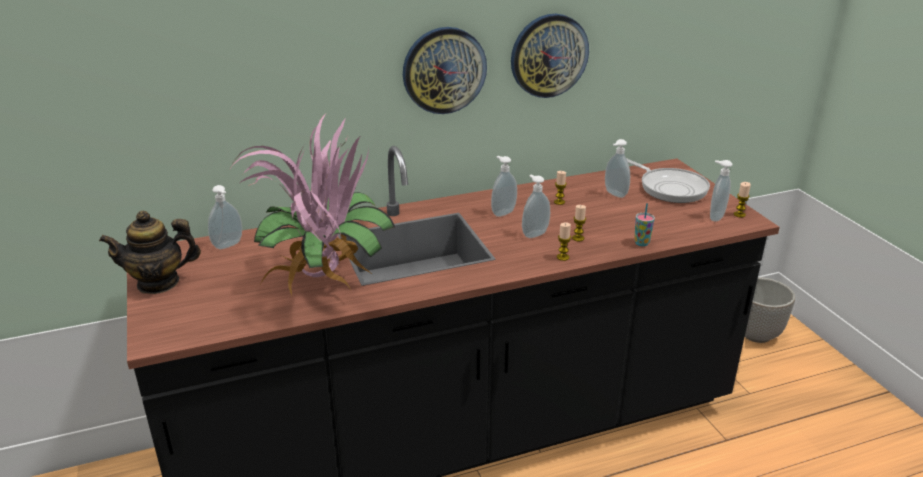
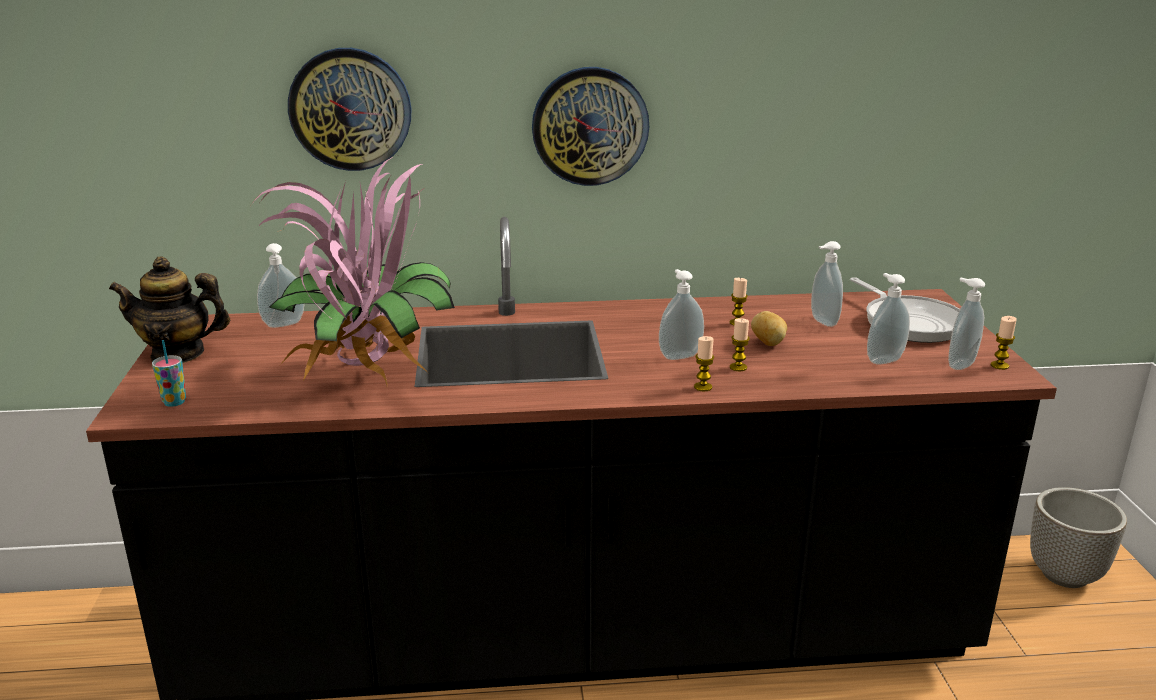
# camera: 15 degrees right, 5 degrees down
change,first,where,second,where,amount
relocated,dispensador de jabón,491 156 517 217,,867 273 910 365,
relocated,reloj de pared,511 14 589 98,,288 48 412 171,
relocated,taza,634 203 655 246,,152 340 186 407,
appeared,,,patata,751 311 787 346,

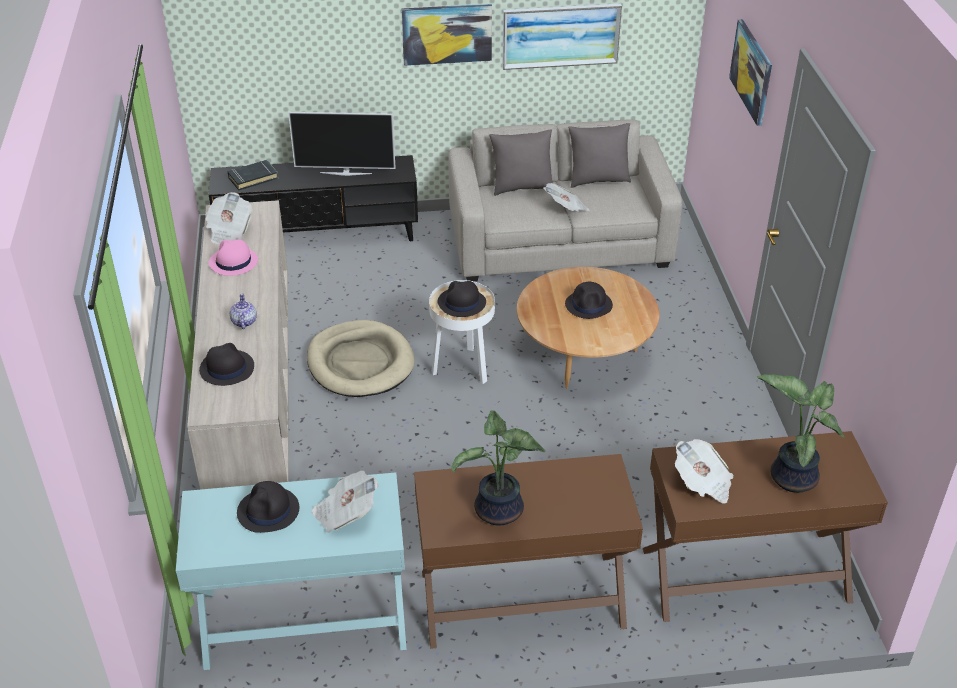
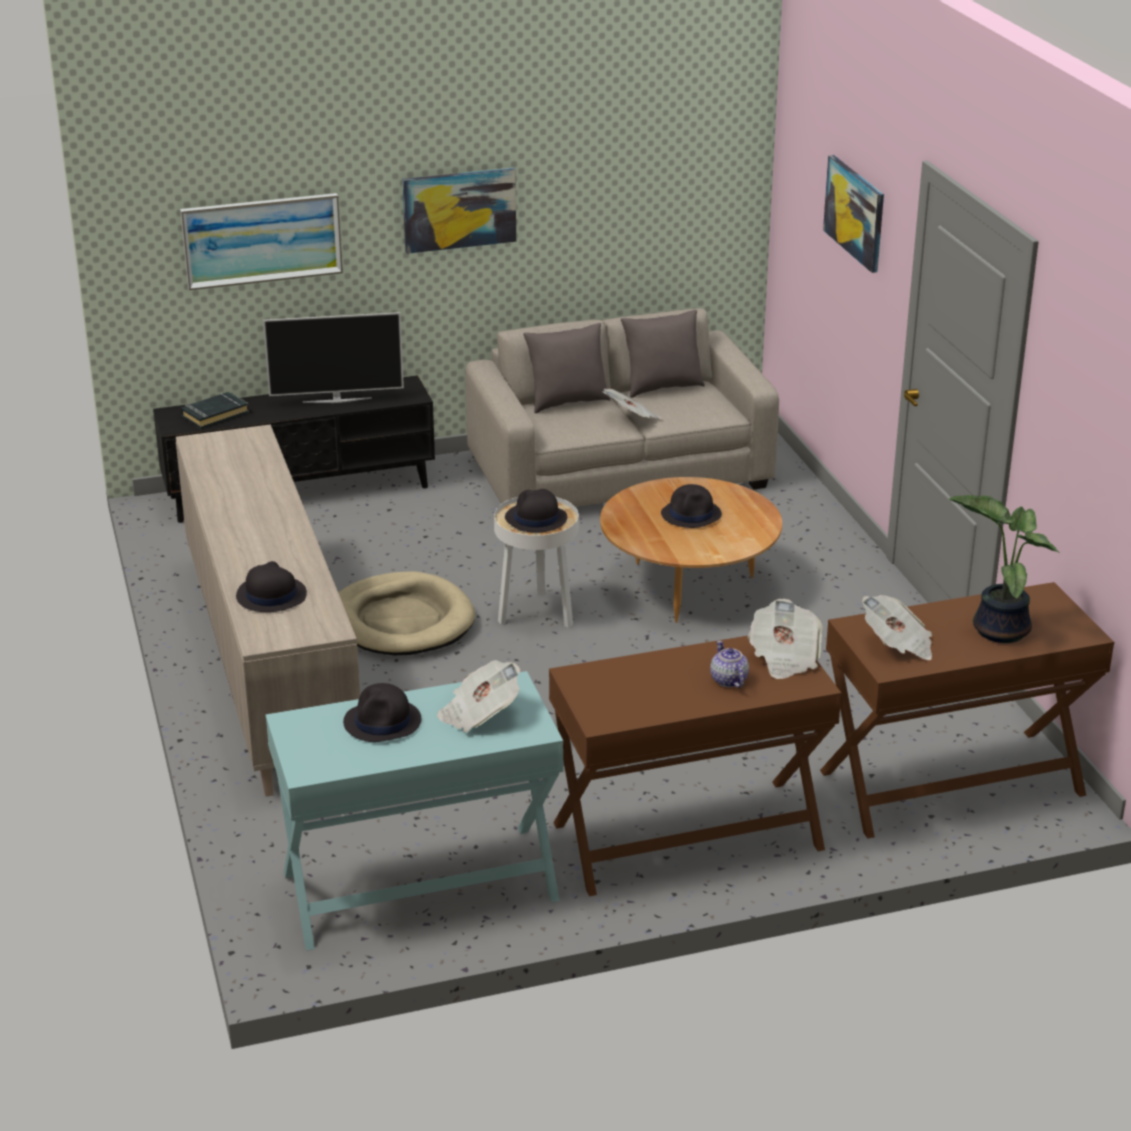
# camera: 10 degrees left, 10 degrees down
change,first,where,second,where,amount
relocated,periódico,205 192 253 244,,748 599 823 679,
missing,sombrero/rosa,209 240 258 276,,,
relocated,tetera,230 294 257 329,,710 641 749 688,
missing,planta en maceta,451 410 545 526,,,
relocated,cuadro,502 4 622 70,,180 193 343 290,

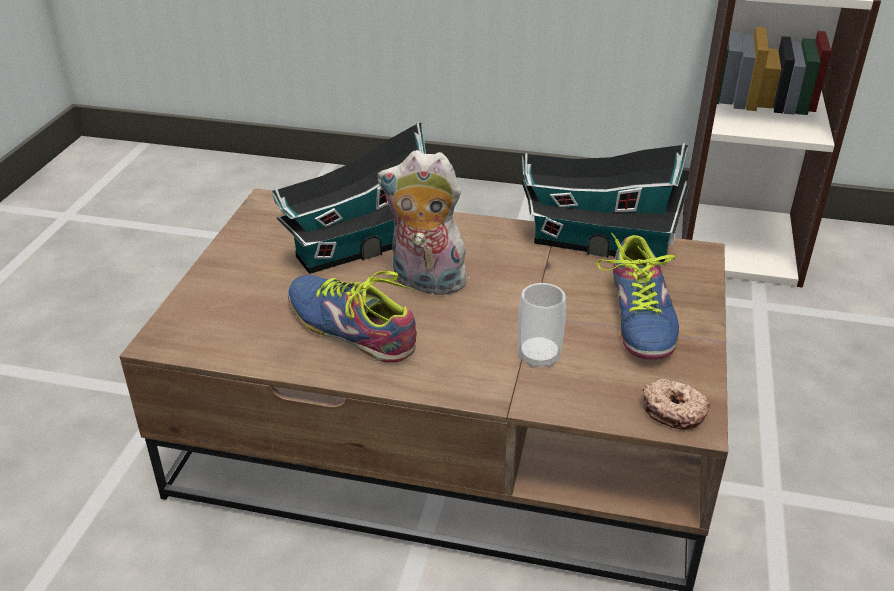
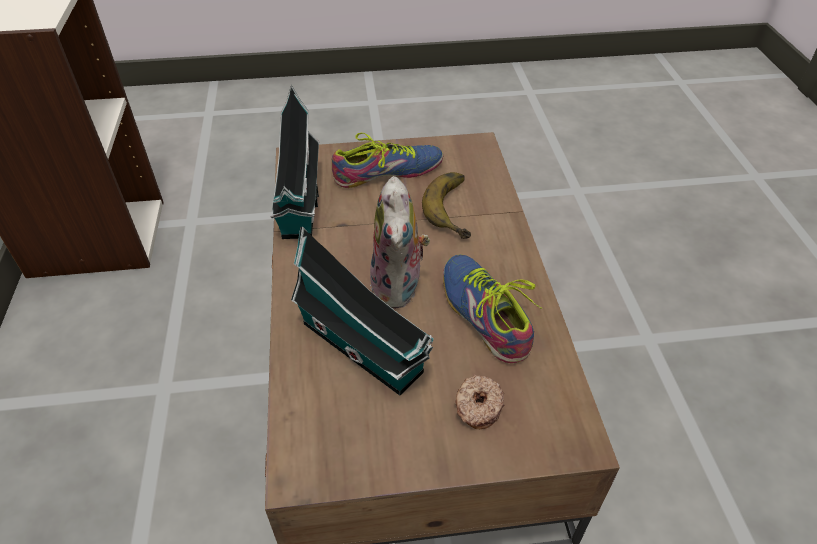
# camera: 110 degrees left, 10 degrees up
change,first,where,second,where,amount
spun,zapato,288 271 417 362,,443 254 543 363,135 degrees clockwise
exchanged,taza,518 283 566 368,plátano,422 172 471 239,
relocated,rosquilla,643 379 711 430,,455 374 504 429,

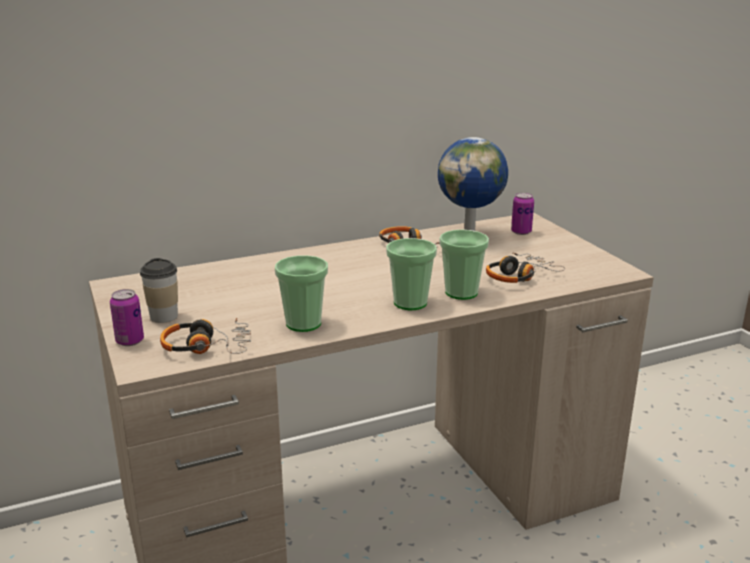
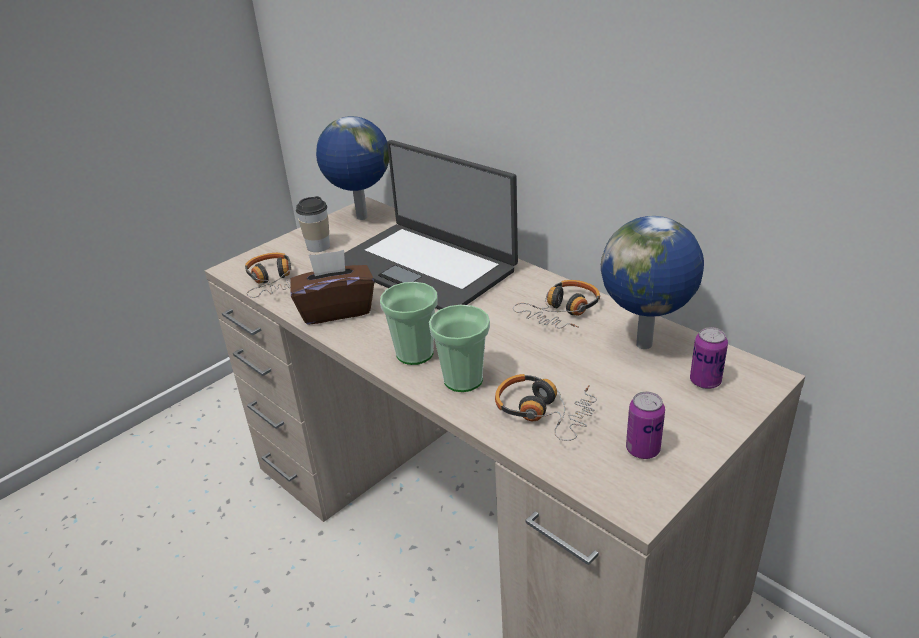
# camera: 70 degrees right, 10 degrees up
change,first,where,second,where,amount
relocated,lata,110 289 144 346,,626 392 665 459,
exchanged,taza,275 255 328 332,caja de pañuelos/marrón,290 250 374 325,
appeared,,,globo terráqueo,316 116 389 220,
appeared,,,portátil,344 140 518 310,

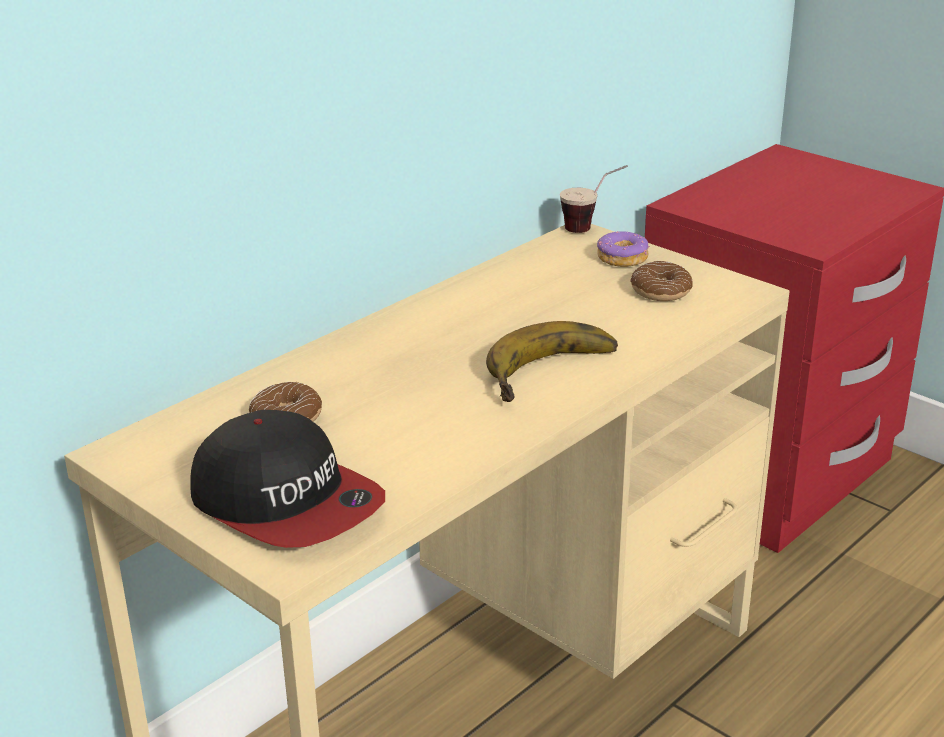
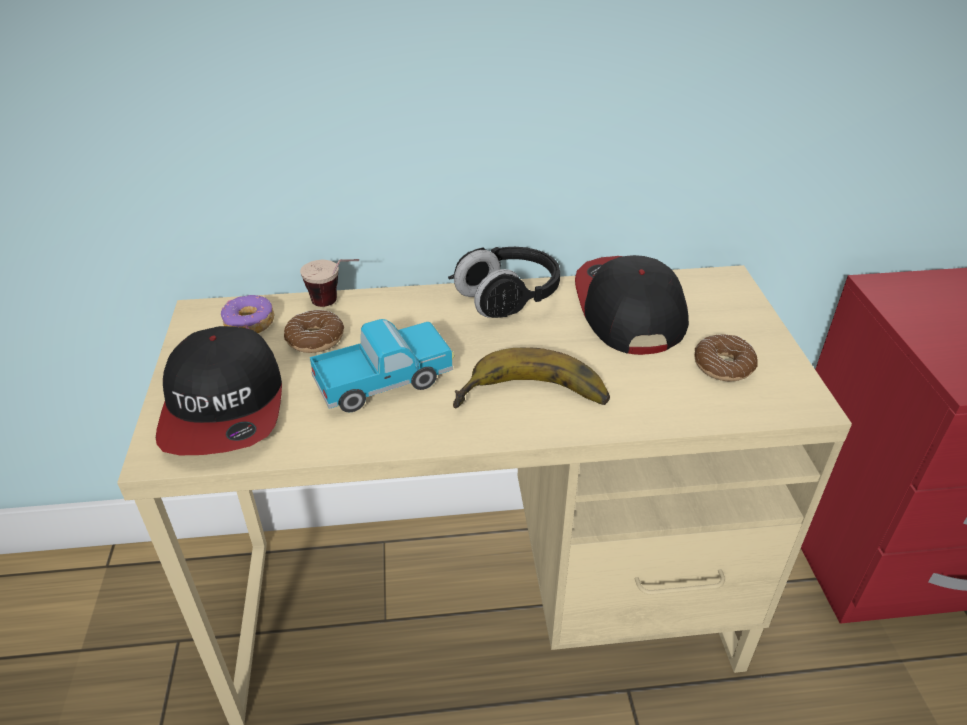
# camera: 40 degrees right, 10 degrees up
change,first,where,second,where,amount
relocated,taza,560 165 628 233,,300 259 359 307,
relocated,rosquilla,597 231 649 267,,220 295 274 333,
appeared,,,camión de juguete,310 319 454 412,
appeared,,,auriculares/negro,448 247 560 318,
appeared,,,gorra,575 255 689 355,

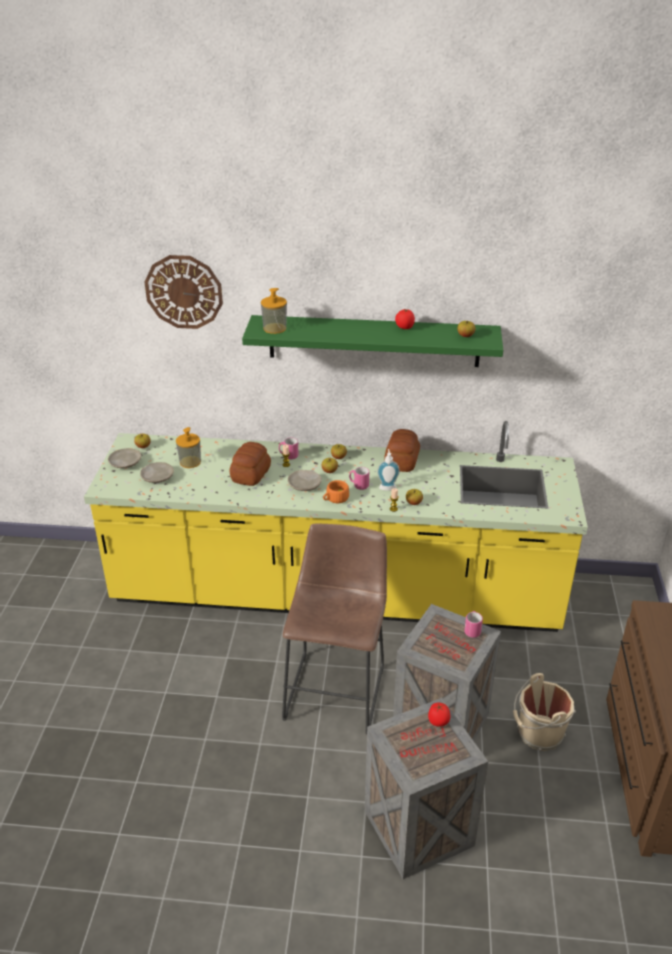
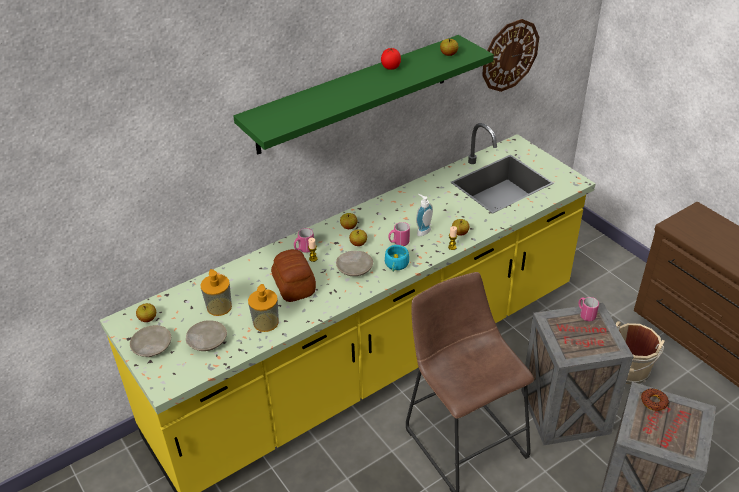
# camera: 40 degrees left, 5 degrees up
change,first,where,second,where,amount
relocated,reloj de pared,144 255 223 329,,482 19 539 92,
relocated,dispensador de jabón,261 288 287 334,,248 284 279 332,
colour,taza/naranja,323 480 349 503,taza/turquesa,385 245 409 272,
missing,pan,384 429 420 472,,,
exchanged,tomate,428 703 450 727,rosquilla,641 389 669 411,

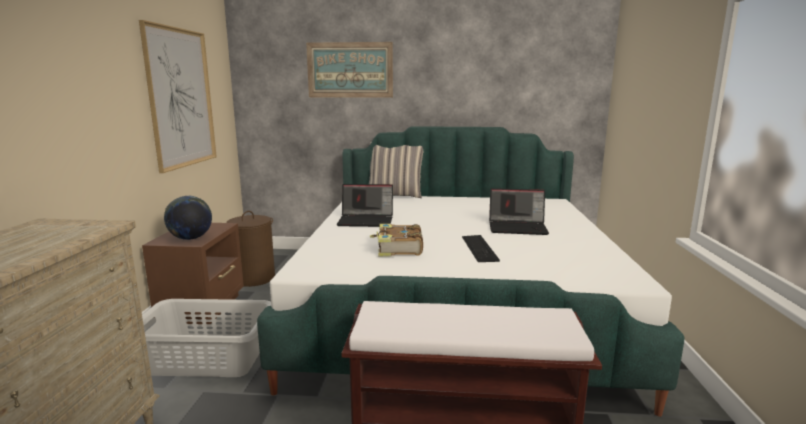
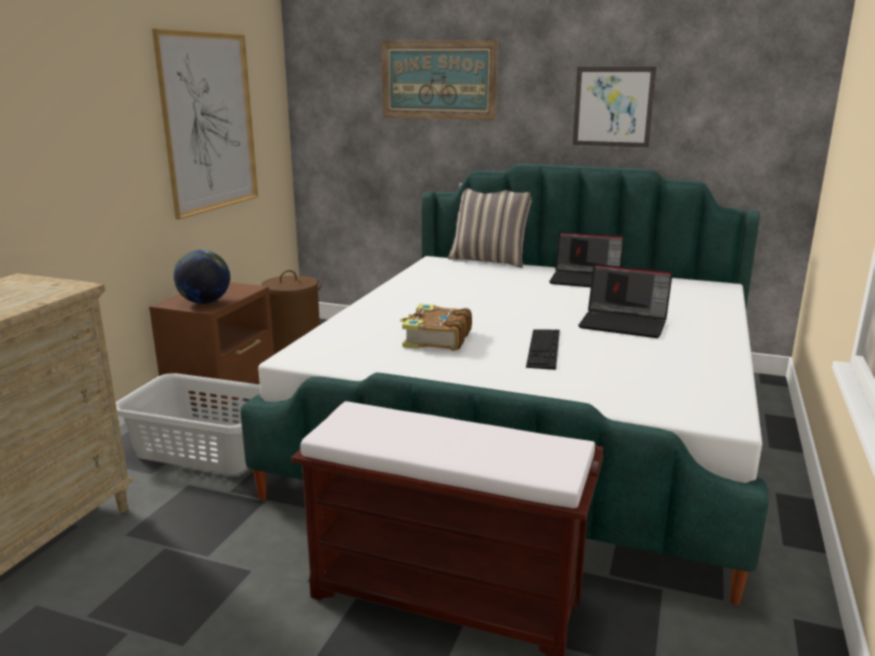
# camera: 15 degrees right, 5 degrees up
change,first,where,second,where,amount
relocated,portátil,336 184 393 227,,549 232 624 287,
appeared,,,cuadro,573 67 656 147,

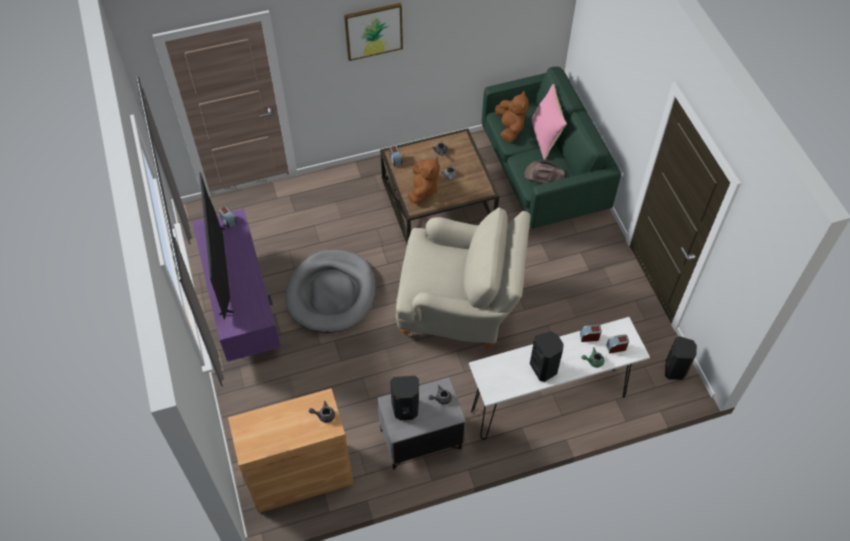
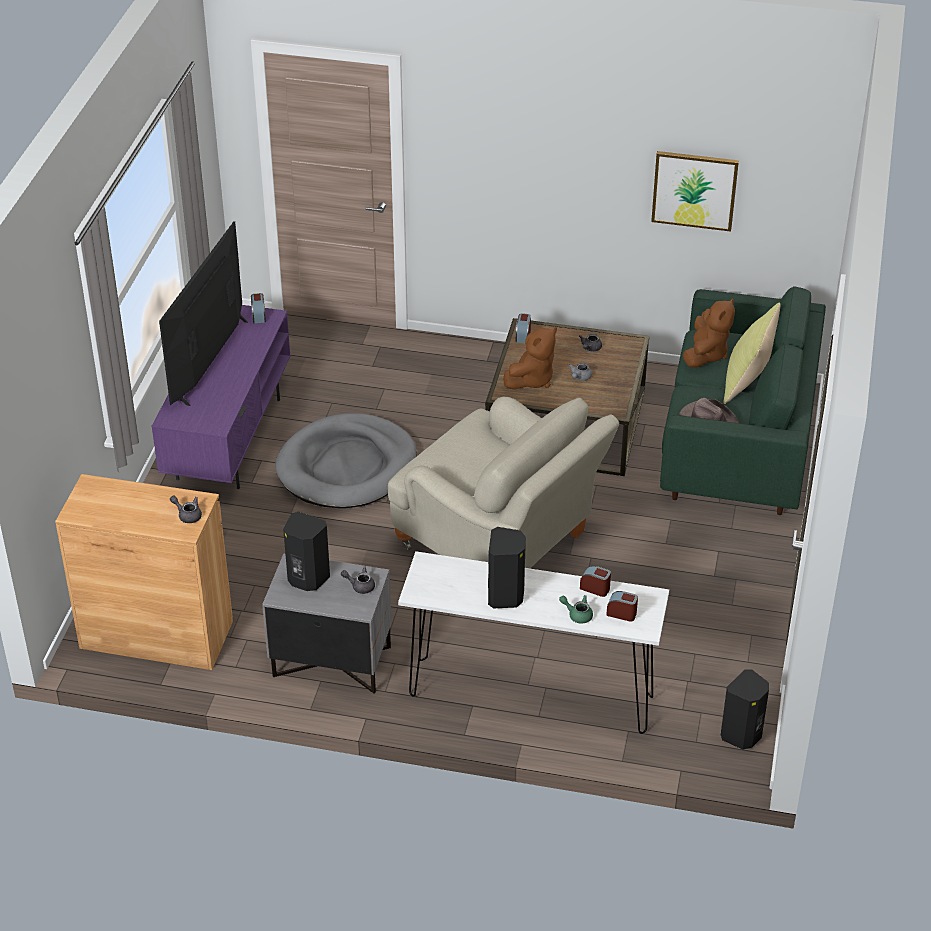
# camera: 30 degrees right, 15 degrees down
change,first,where,second,where,amount
relocated,cuadro,344 3 403 61,,651 151 739 232,
colour,cojín/rosa,532 84 567 160,cojín/amarillo,723 303 781 404,

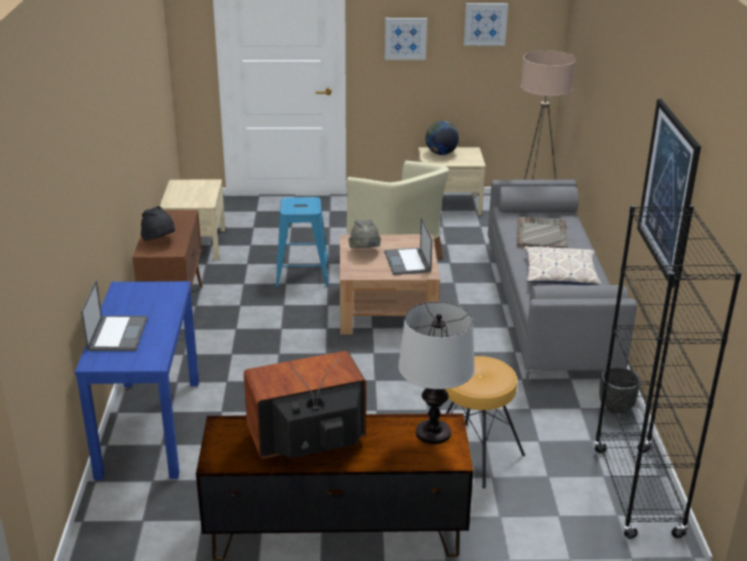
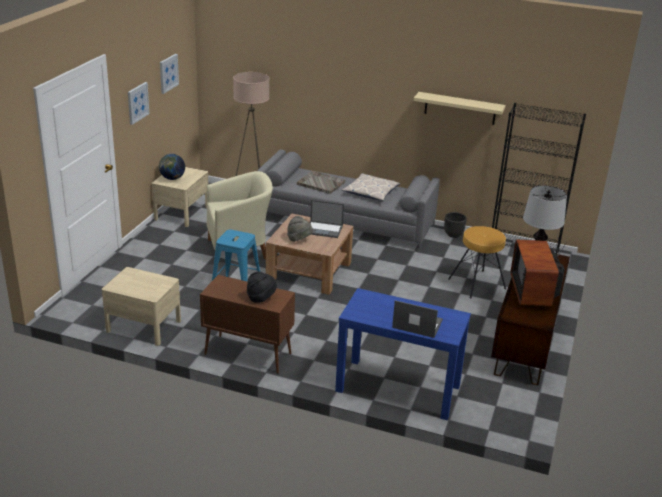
# camera: 70 degrees left, 0 degrees up
change,first,where,second,where,amount
exchanged,cuadro,637 99 701 288,estante/beis,413 92 505 125,

